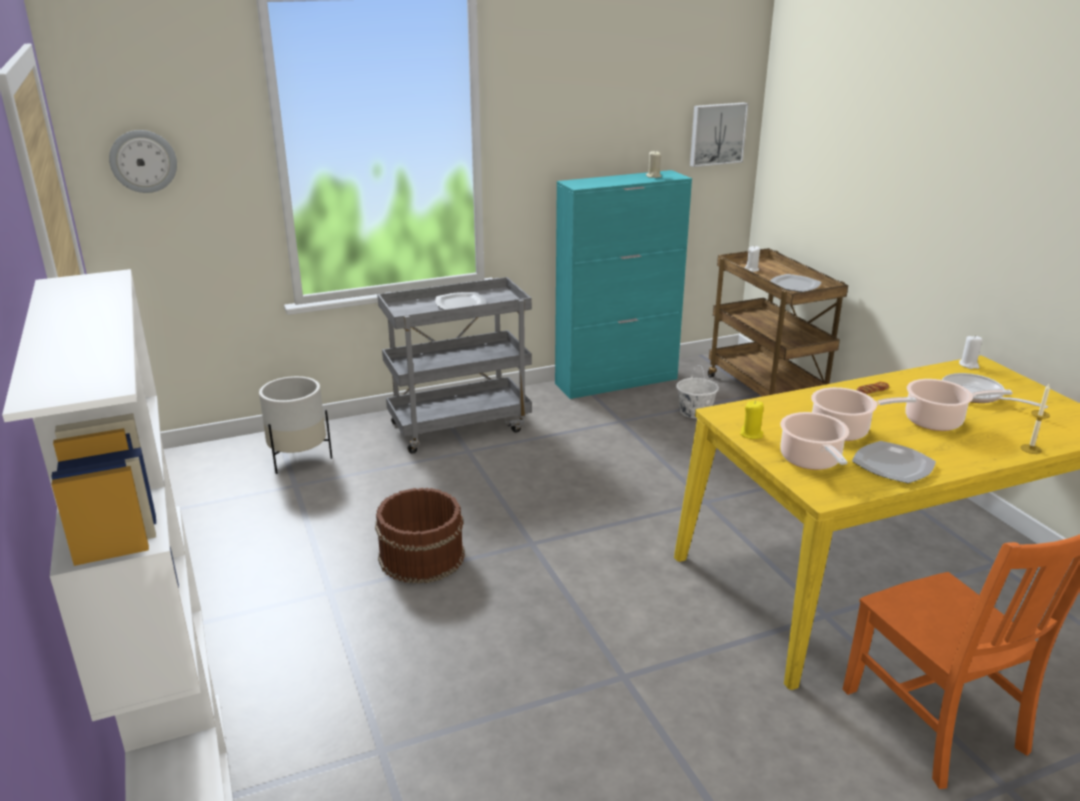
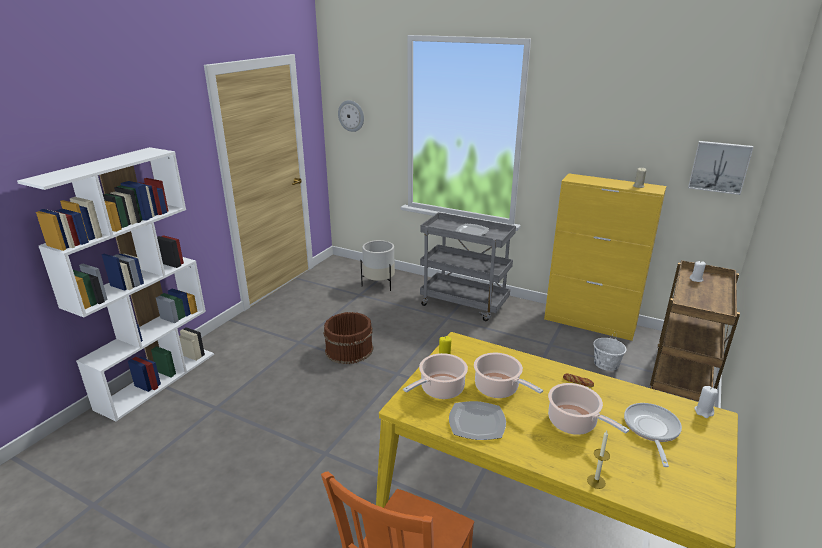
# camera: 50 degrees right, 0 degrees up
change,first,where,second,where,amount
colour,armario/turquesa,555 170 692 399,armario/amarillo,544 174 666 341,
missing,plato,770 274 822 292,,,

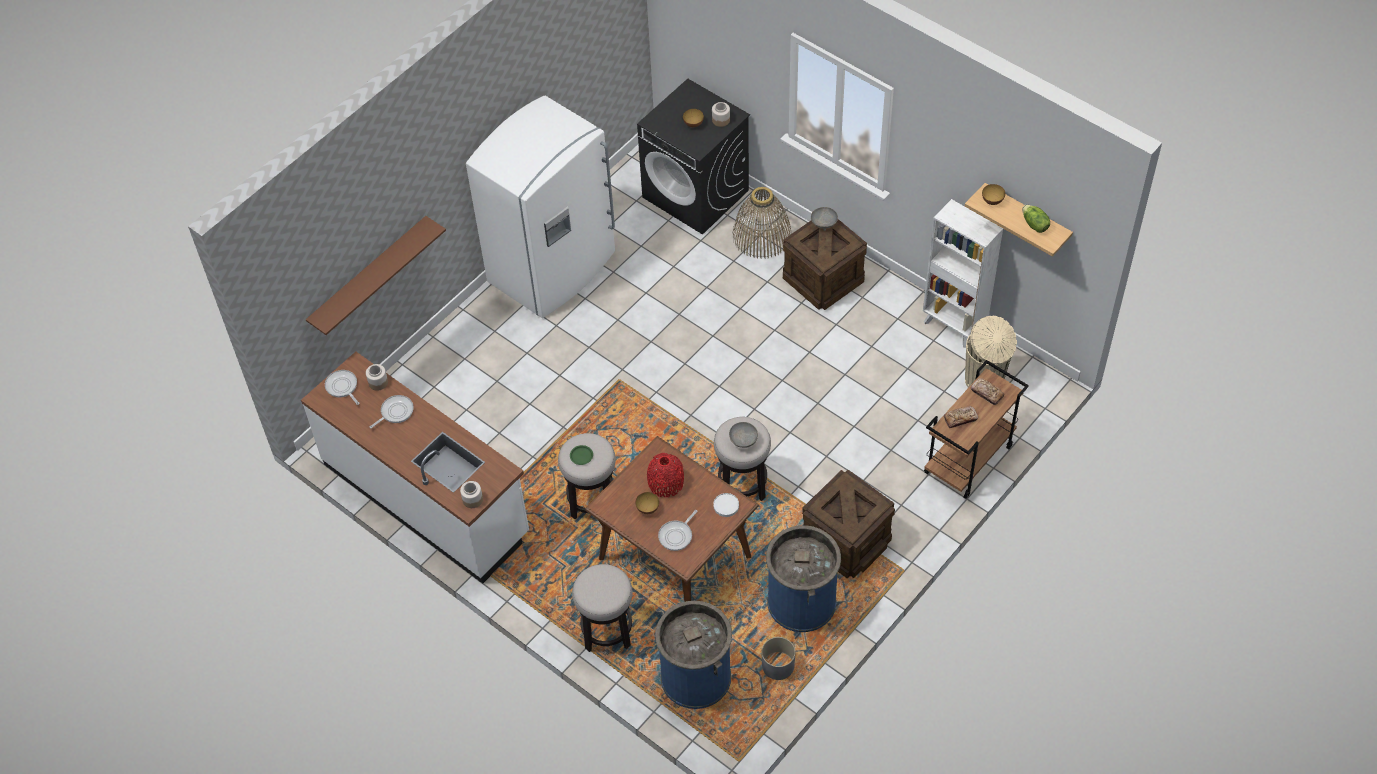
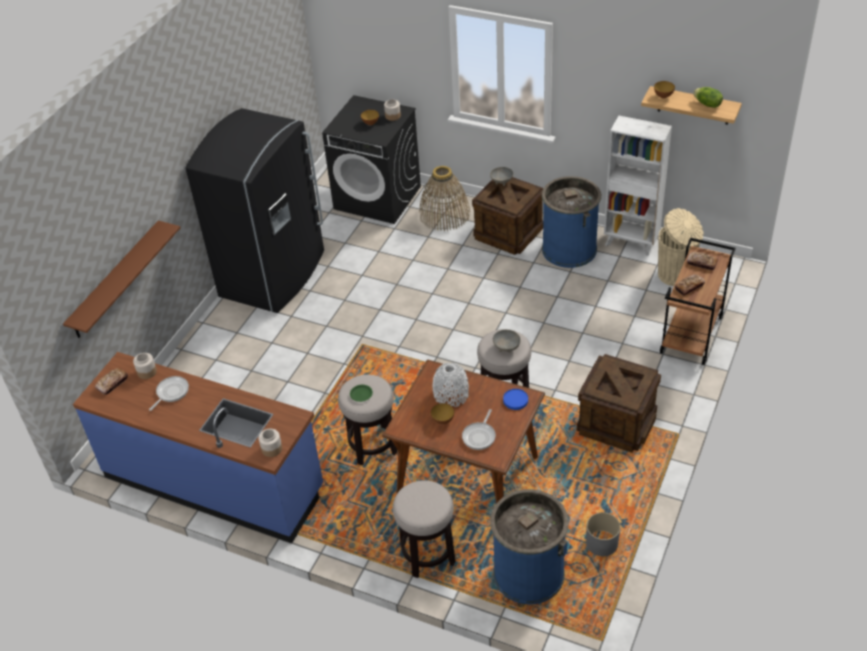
# camera: 15 degrees left, 10 degrees down
change,first,where,second,where,amount
colour,mueble bajo de cocina/blanco,301 352 529 584,mueble bajo de cocina/azul,73 352 323 543,
exchanged,sartén,325 370 359 405,pan,95 368 128 395,
colour,nevera/blanco,466 95 615 318,nevera/negro,186 108 324 313,
colour,florero/rojo,647 453 684 497,florero/blanco,433 362 469 407,
colour,plato/blanco,713 493 739 517,plato/azul,503 389 528 410,
relocated,papelera/azul,766 525 841 632,,542 176 601 268,

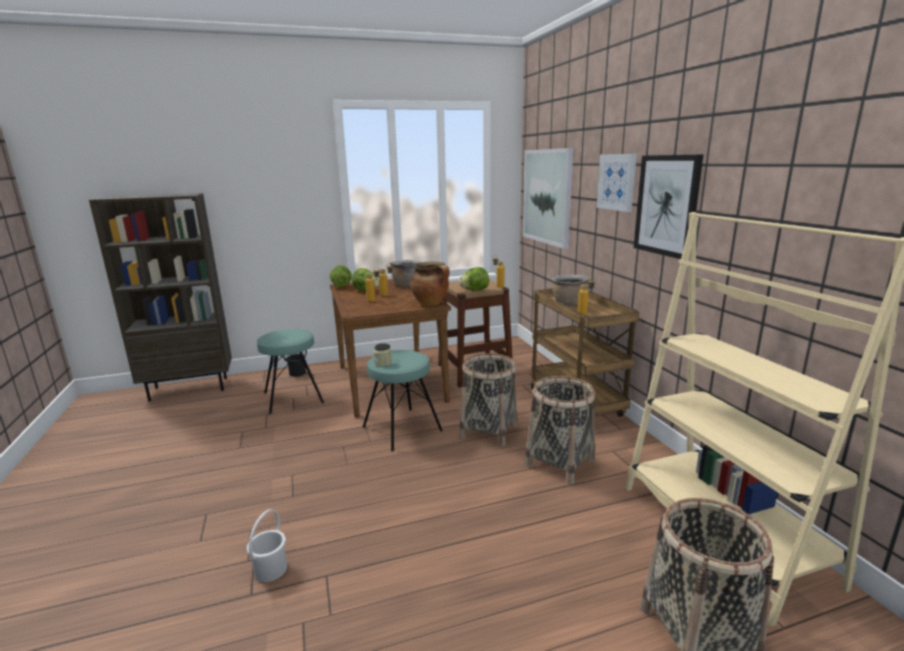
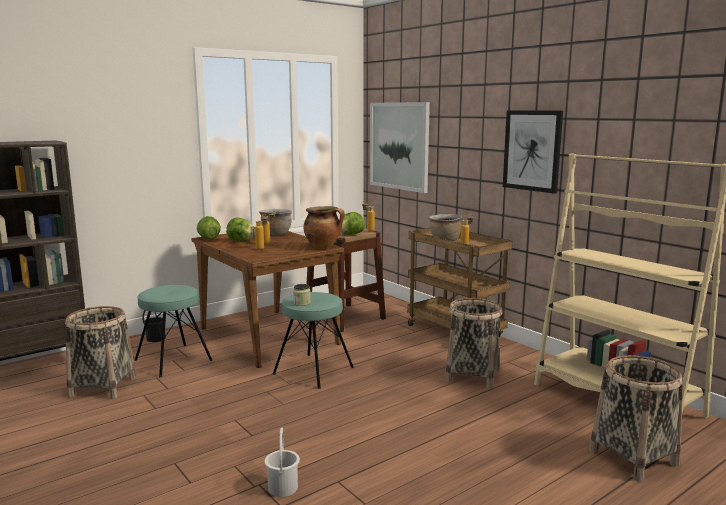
# camera: 20 degrees left, 5 degrees down
change,first,where,second,where,amount
relocated,cesta,459 353 518 447,,65 306 136 399,
missing,cuadro,597 154 637 212,,,

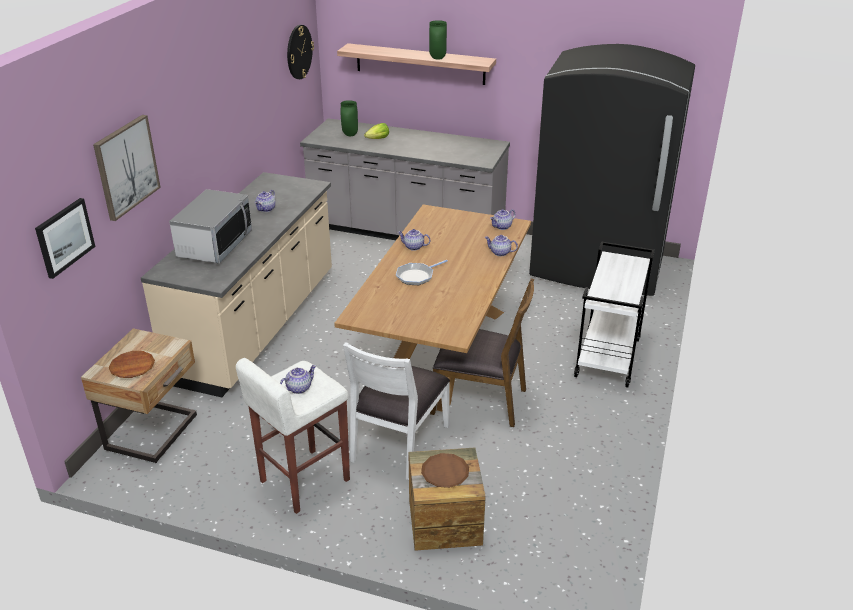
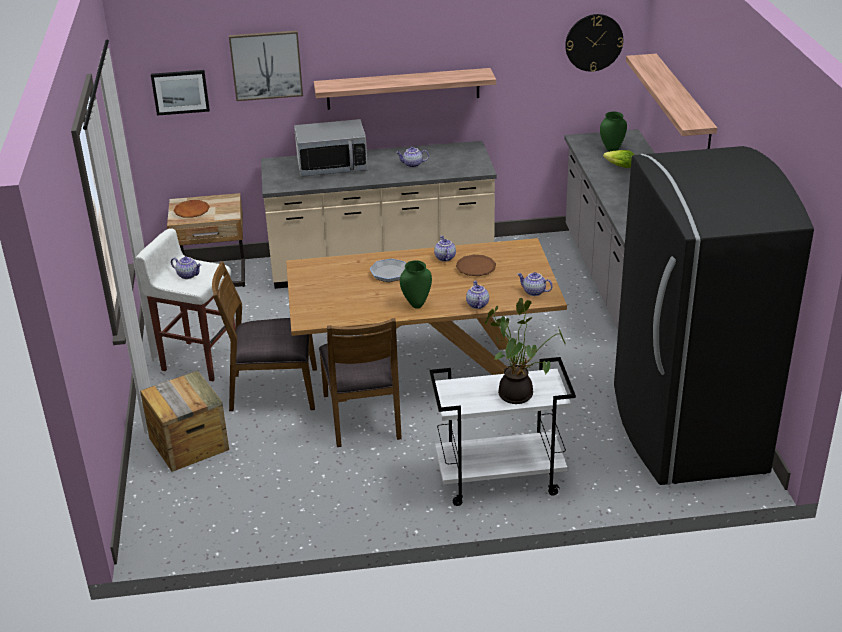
# camera: 65 degrees right, 0 degrees up
change,first,where,second,where,amount
colour,silla/blanco,343 342 450 480,silla/marrón,212 261 317 411,
relocated,plato/marrón,421 453 469 488,,456 255 496 276,
relocated,florero/verde,429 20 447 60,,400 260 432 309,
appeared,,,estante,314 68 496 110,
appeared,,,planta en maceta,484 298 566 404,

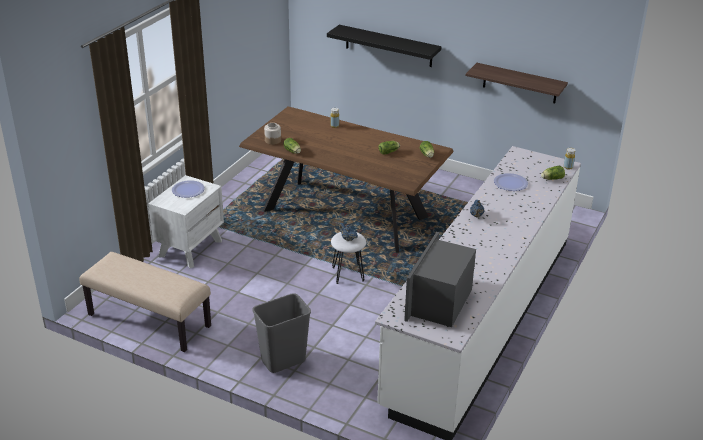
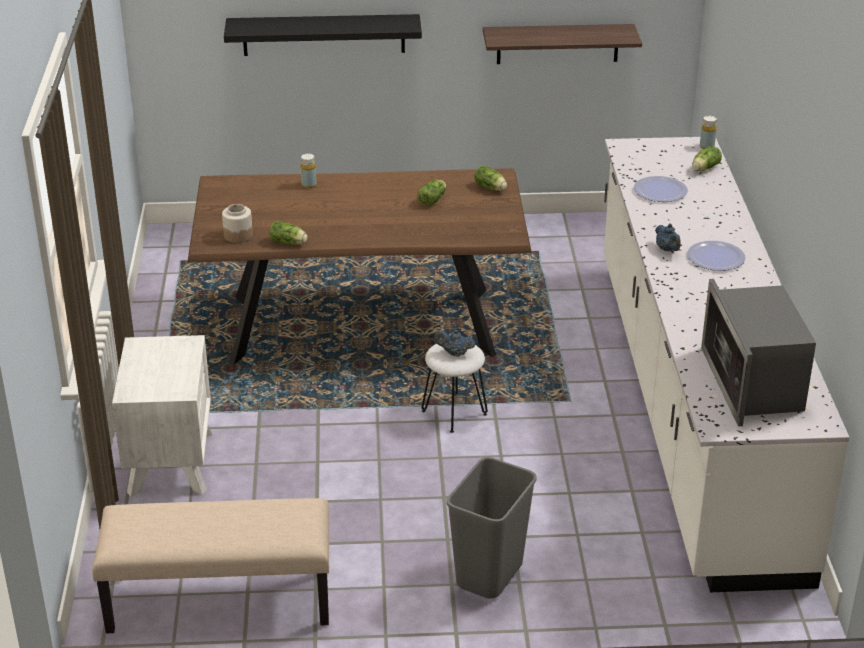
# camera: 30 degrees left, 0 degrees up
change,first,where,second,where,amount
relocated,plato,172 180 205 198,,687 241 746 271,

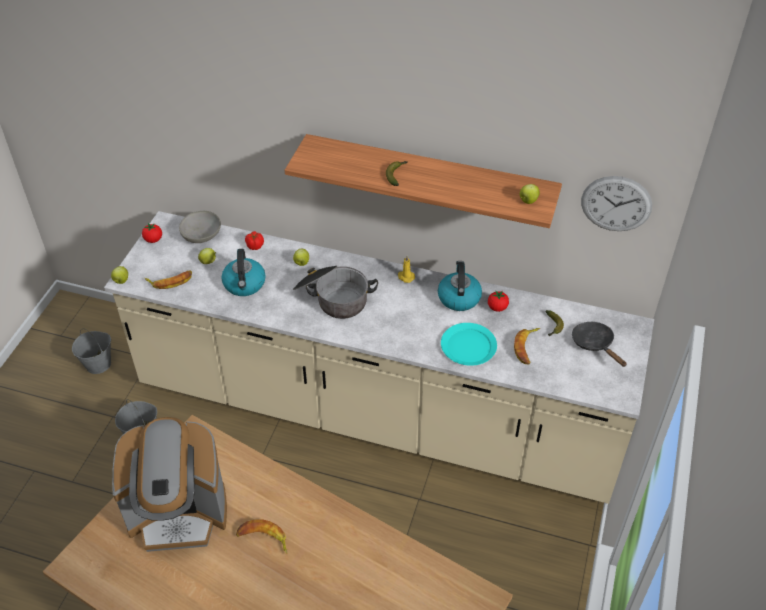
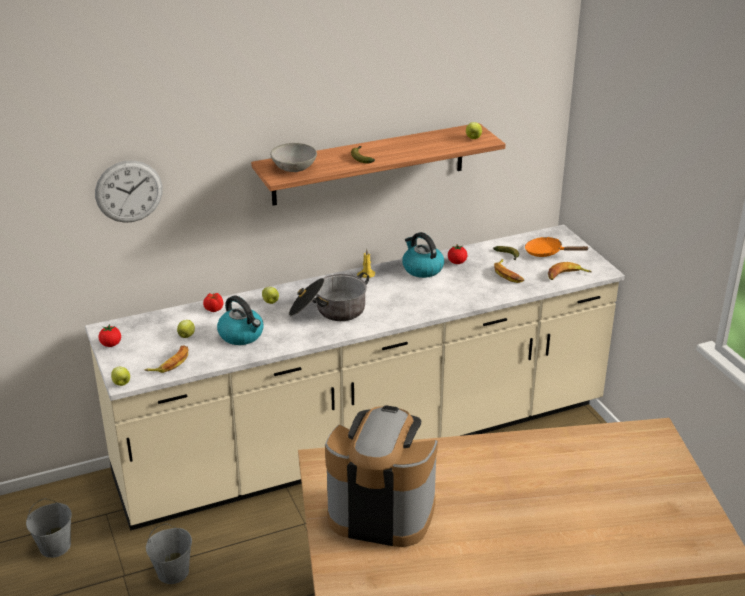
# camera: 40 degrees left, 15 degrees down
change,first,where,second,where,amount
spun,cafetera,112 417 227 552,,325 405 438 547,120 degrees counterclockwise
relocated,cuenco/gris,179 211 221 243,,270 143 317 172,
relocated,plátano,236 519 287 554,,548 262 592 280,
missing,plato/turquesa,441 323 497 366,,,
colour,sartén/negro,572 322 627 367,sartén/naranja,525 237 589 257,
relocated,reloj de pared,581 176 652 231,,95 160 163 223,

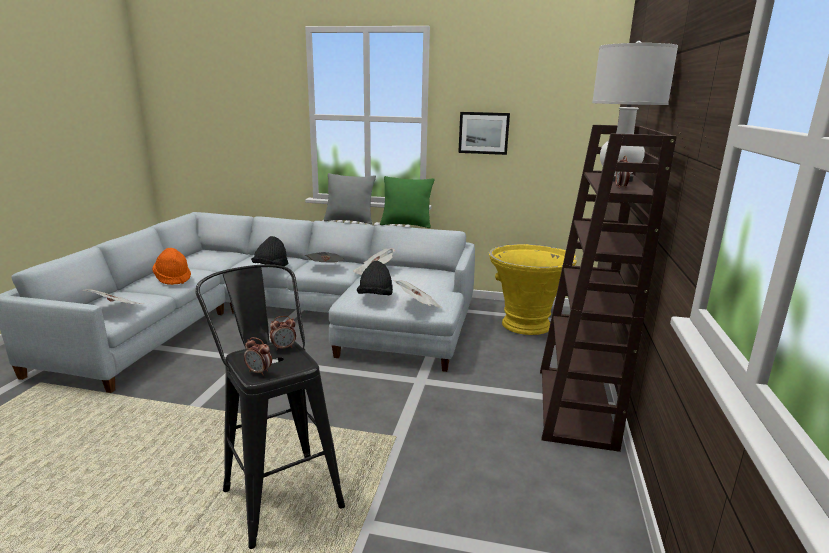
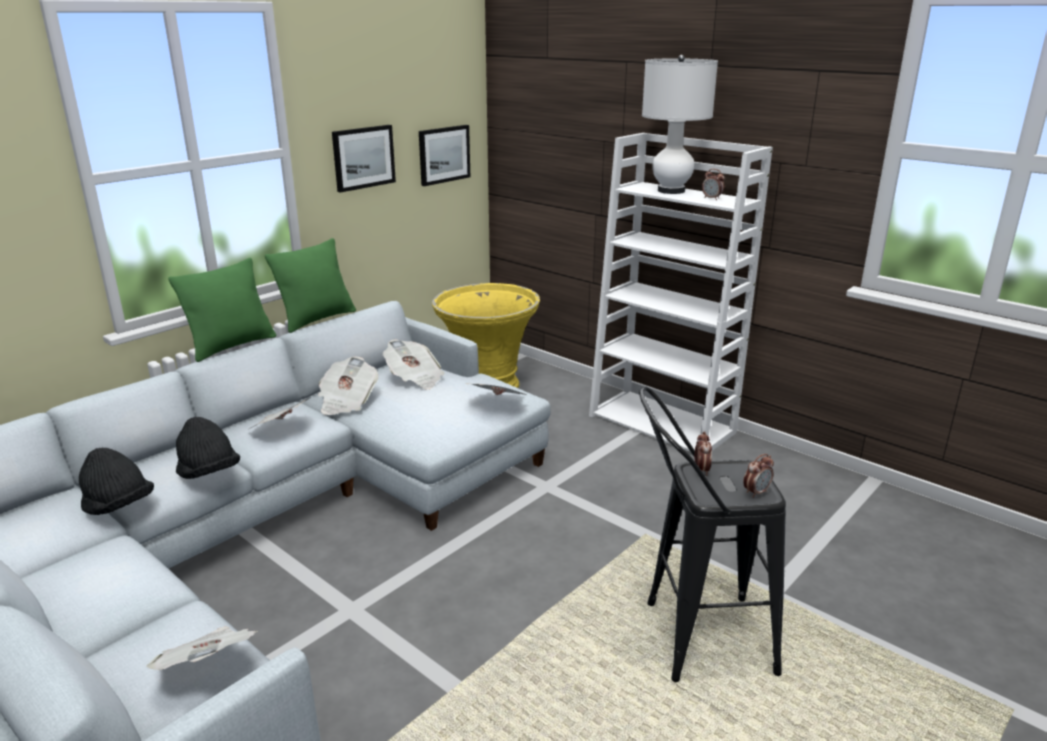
# camera: 60 degrees left, 5 degrees up
change,first,where,second,where,amount
missing,sombrero/naranja,152 248 191 285,,,
colour,cojín/gris,324 173 376 224,cojín/verde,168 258 277 362,
relocated,sombrero/negro,357 261 393 295,,79 448 154 515,
colour,estantería/marrón,540 125 677 452,estantería/blanco,589 133 773 452,
appeared,,,periódico,383 339 444 390,
appeared,,,cuadro,419 125 470 186,

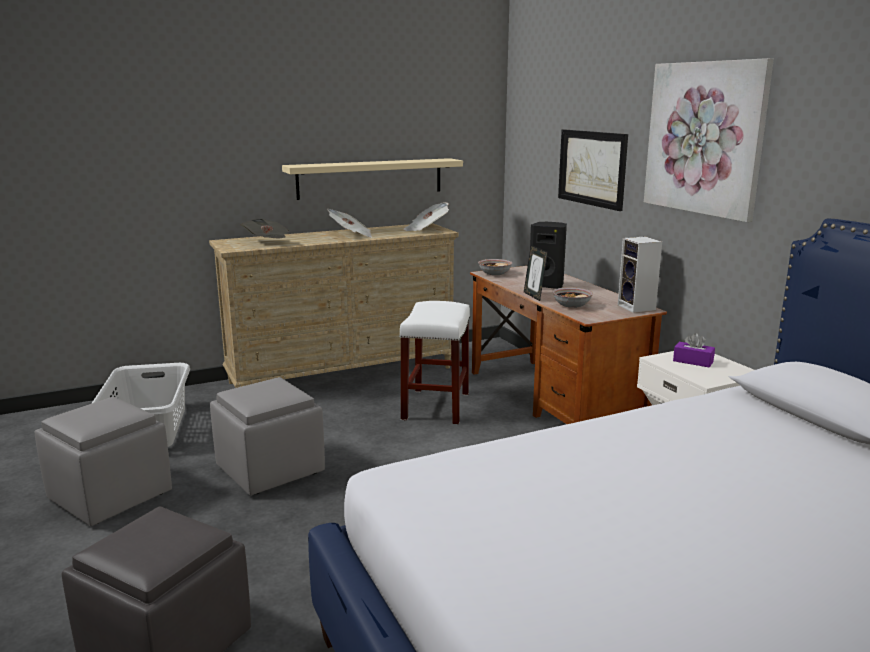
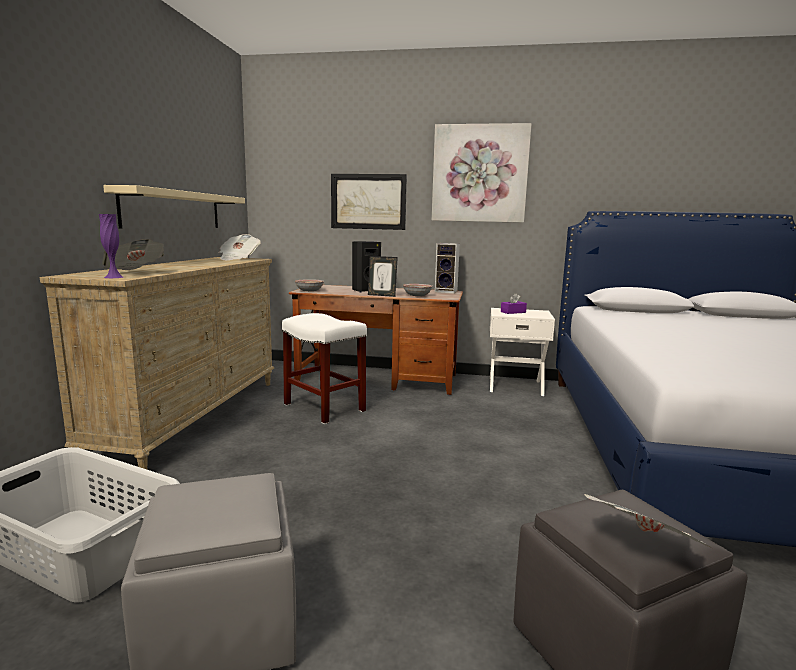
# camera: 55 degrees left, 5 degrees down
change,first,where,second,where,amount
missing,puf/gris,210 377 325 495,,,
relocated,periódico,327 209 372 237,,585 494 712 548,
appeared,,,florero/morado,99 214 123 278,

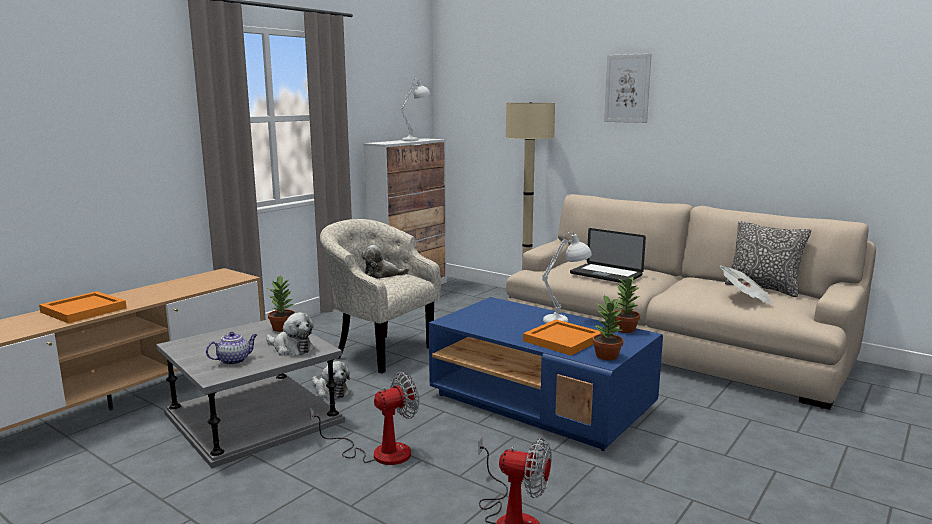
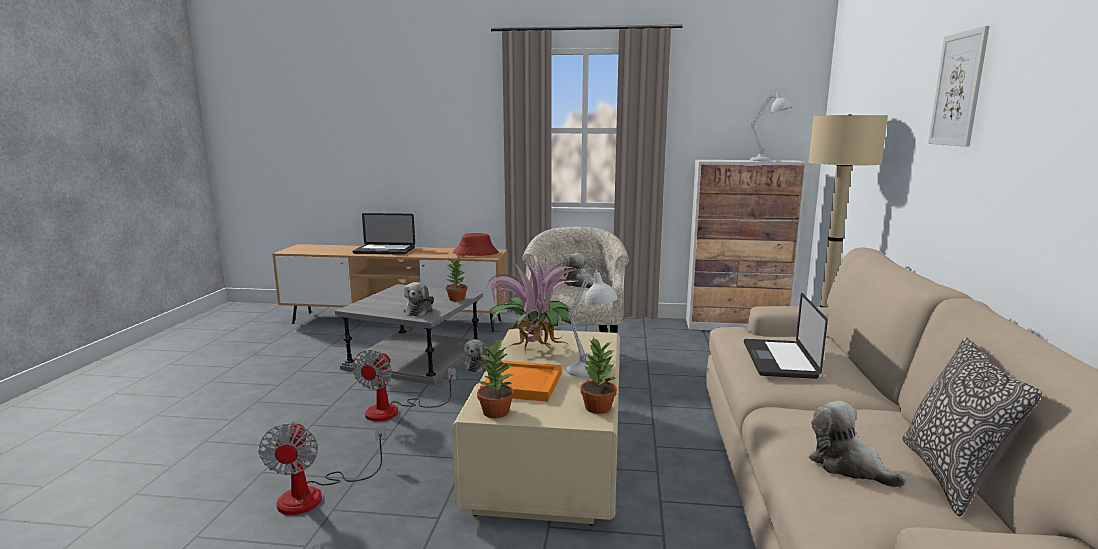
# camera: 60 degrees right, 0 degrees up
change,first,where,second,where,amount
exchanged,bandeja/naranja,39 291 127 323,portátil,353 213 415 255,
missing,tetera,206 332 257 365,,,
spun,ventilador,310 372 419 465,,352 350 456 421,75 degrees clockwise
colour,mesa de centro/azul,429 297 663 451,mesa de centro/beis,452 329 620 526,
exchanged,periódico,720 265 773 305,peluche,809 401 907 487,
appeared,,,sombrero/rojo,453 233 498 256,
appeared,,,planta en maceta,486 256 580 353,

